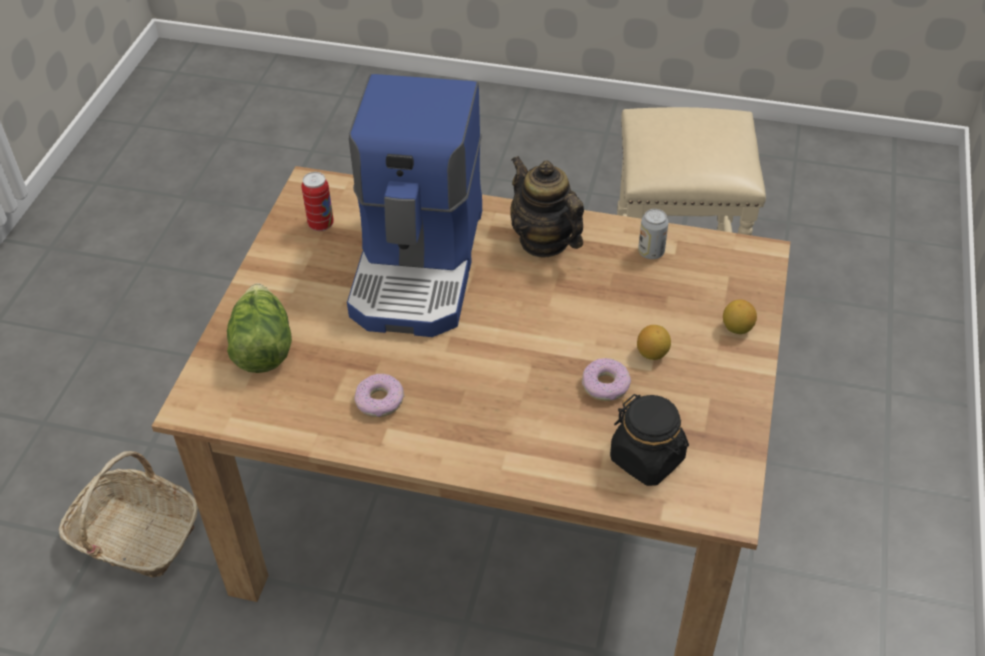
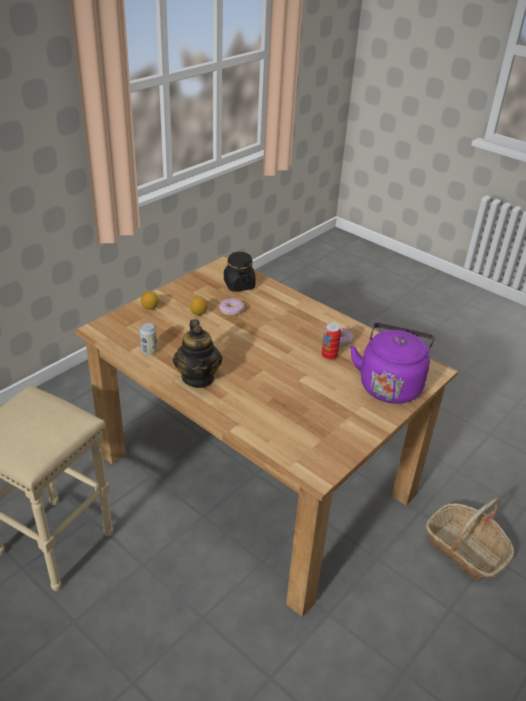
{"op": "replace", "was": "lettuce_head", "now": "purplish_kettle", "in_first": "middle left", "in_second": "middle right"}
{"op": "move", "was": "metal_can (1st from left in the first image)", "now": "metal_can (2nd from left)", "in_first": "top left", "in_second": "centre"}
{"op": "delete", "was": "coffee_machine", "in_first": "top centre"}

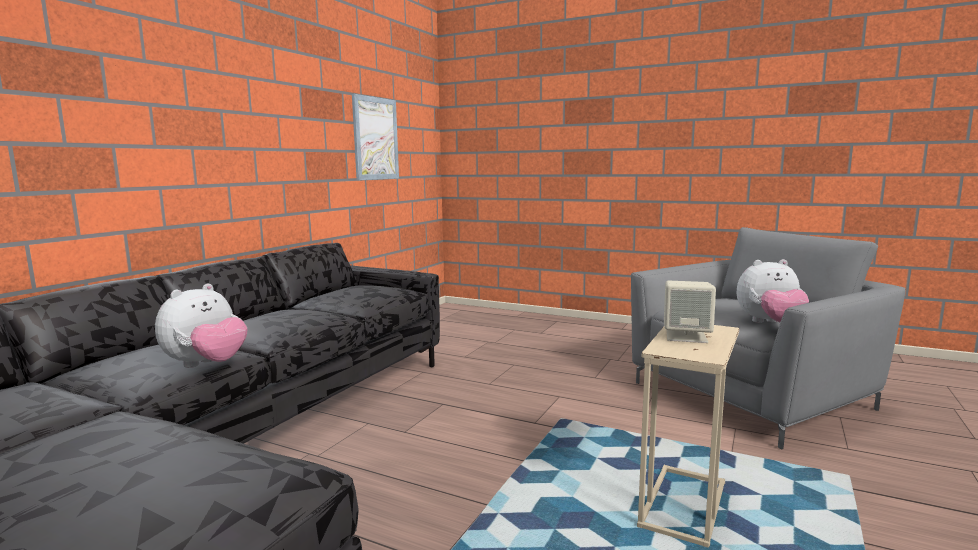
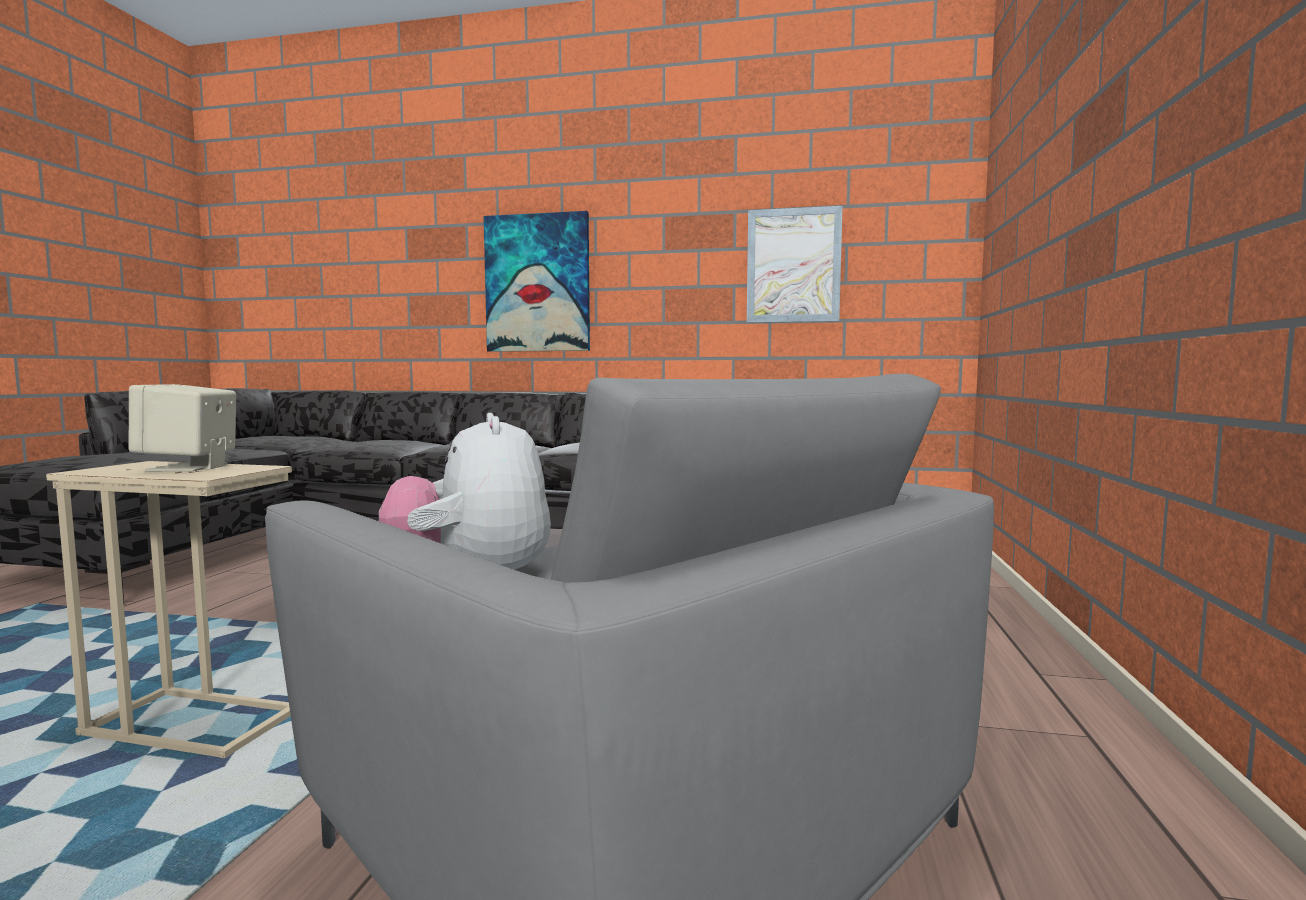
{"op": "delete", "was": "soft_toy (1st from left)", "in_first": "middle left"}
{"op": "insert", "now": "picture (1st from left)", "in_second": "top centre"}

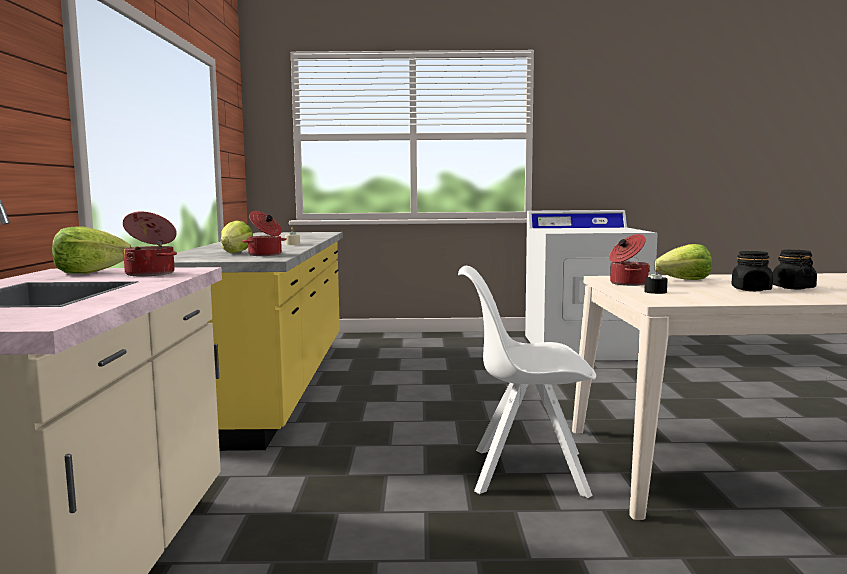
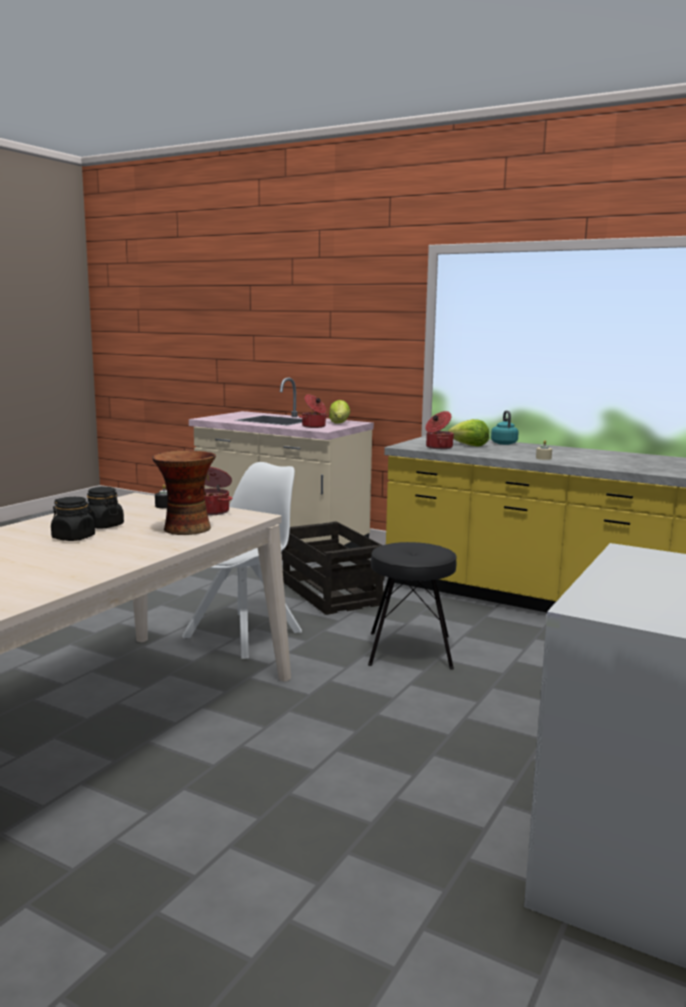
{"op": "replace", "was": "lettuce_head (3rd from left)", "now": "flower_vase", "in_first": "middle right", "in_second": "middle left"}
{"op": "insert", "now": "crate", "in_second": "centre"}
{"op": "insert", "now": "blackish_sitting_stool", "in_second": "centre"}
{"op": "insert", "now": "blue-green_kettle", "in_second": "middle right"}

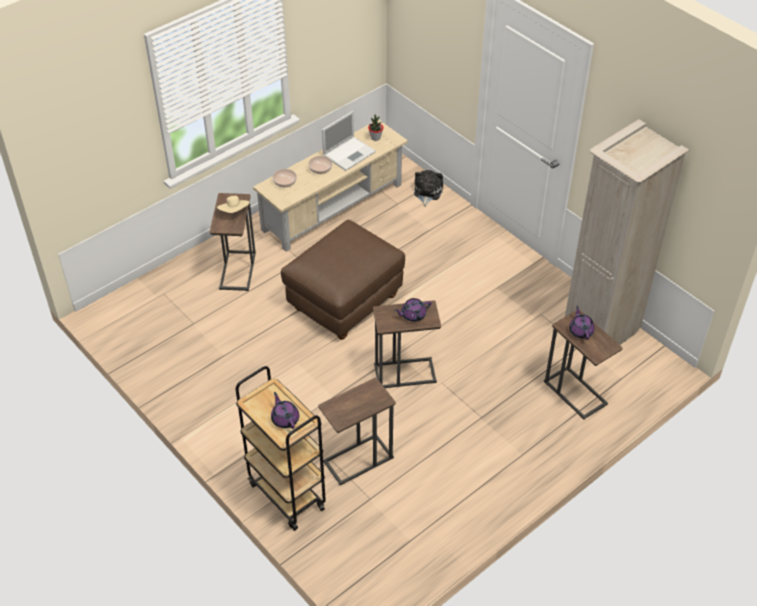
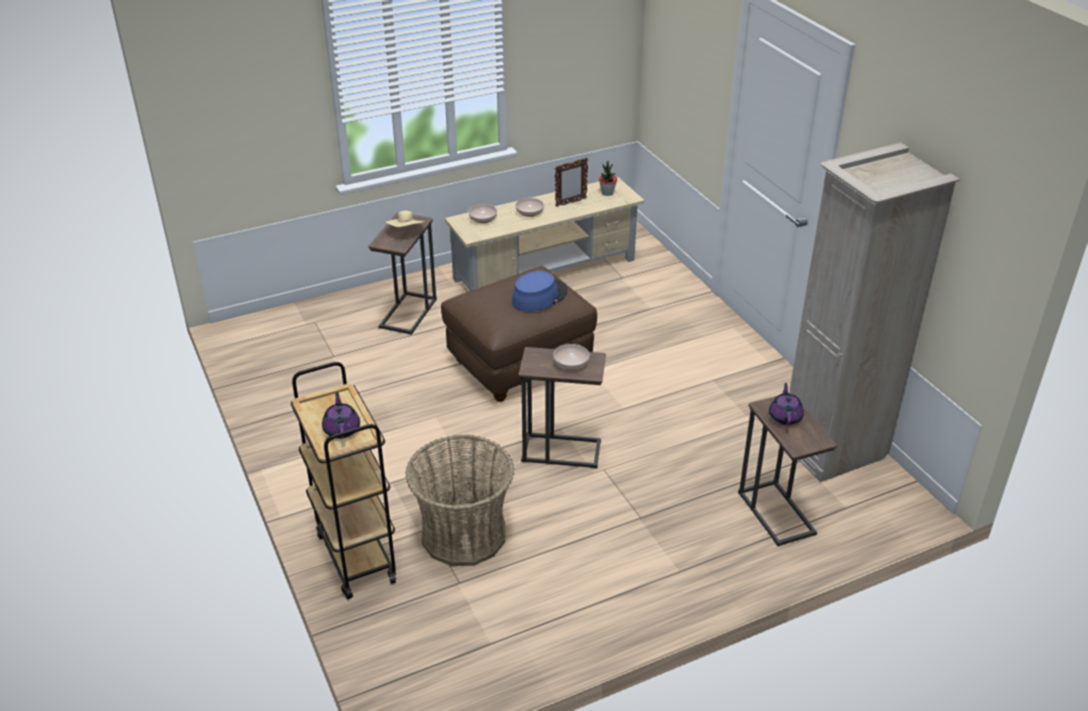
{"op": "replace", "was": "brown-coloured_side_table (2nd from left)", "now": "storage_basket", "in_first": "bottom centre", "in_second": "bottom centre"}
{"op": "replace", "was": "notebook_computer", "now": "photo_frame", "in_first": "top centre", "in_second": "top centre"}
{"op": "replace", "was": "purplish_teapot (2nd from left)", "now": "bowl (3rd from left)", "in_first": "centre", "in_second": "centre"}
{"op": "delete", "was": "soft_toy", "in_first": "top centre"}
{"op": "insert", "now": "blue-coloured_wearable_hat", "in_second": "centre"}

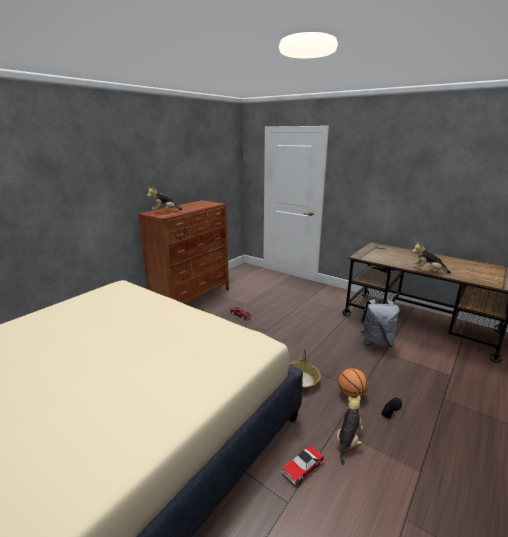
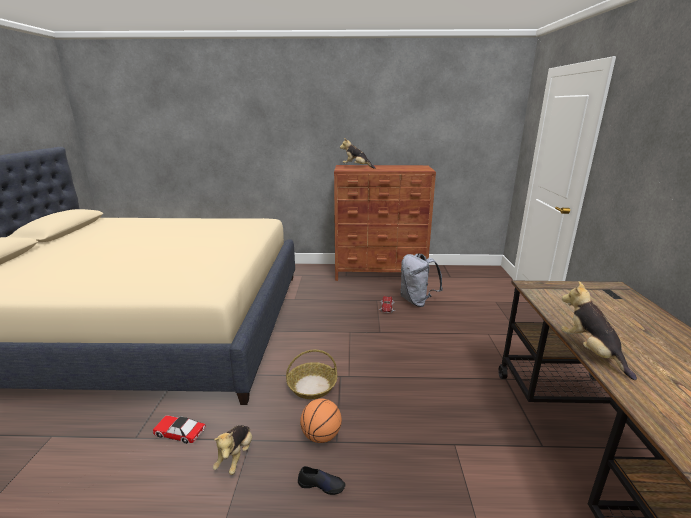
{"op": "rotate", "was": "soft_toy (2nd from left in the first image)", "in_first": "bottom right", "in_second": "bottom centre", "clockwise": 105}
{"op": "move", "was": "greyish_backpack", "in_first": "middle right", "in_second": "centre"}

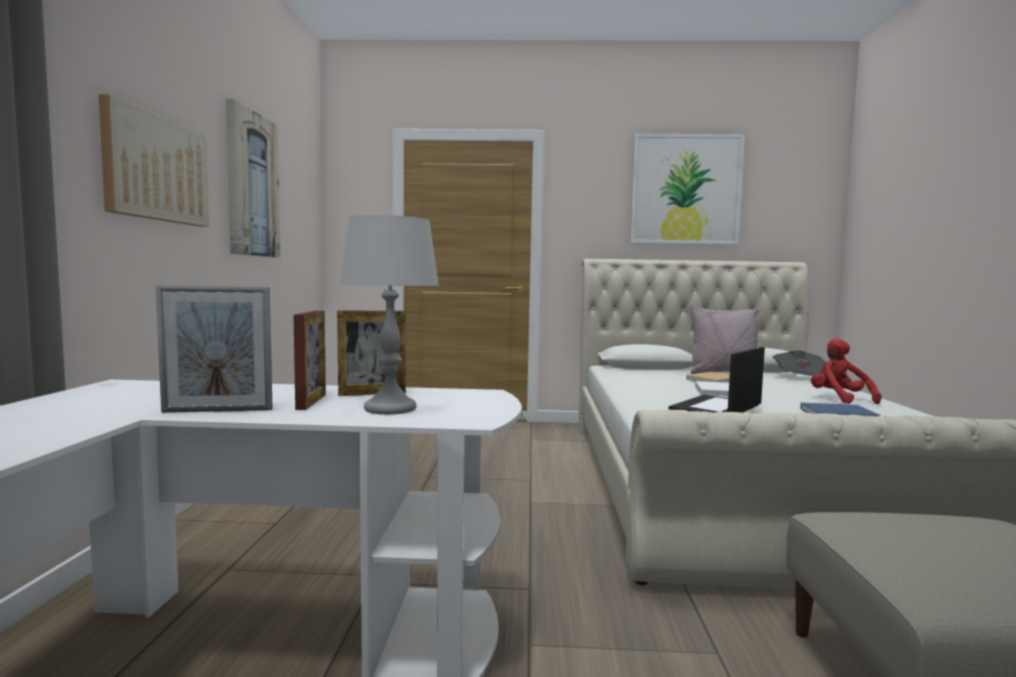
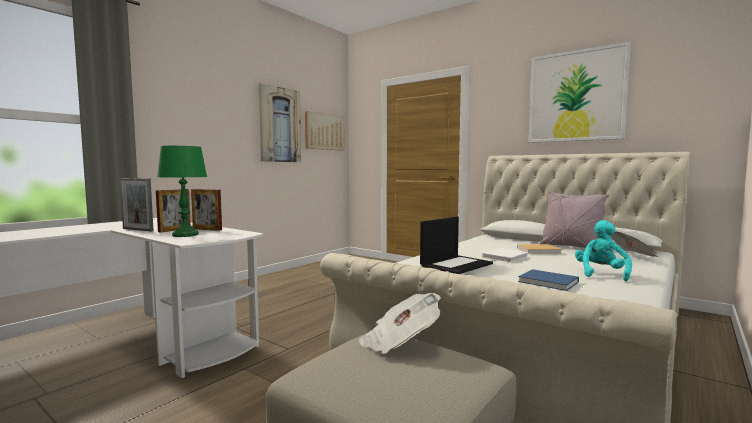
{"op": "move", "was": "picture (1st from left in the first image)", "now": "picture (2nd from left)", "in_first": "top left", "in_second": "top centre"}
{"op": "recolor", "was": "greyish_table_lamp", "now": "green-coloured_table_lamp", "in_first": "centre", "in_second": "middle left"}
{"op": "rotate", "was": "notebook_computer", "in_first": "middle right", "in_second": "centre", "clockwise": 150}
{"op": "recolor", "was": "red-coloured_soft_toy", "now": "blue-green_soft_toy", "in_first": "middle right", "in_second": "middle right"}
{"op": "insert", "now": "newspaper (1st from left)", "in_second": "bottom centre"}

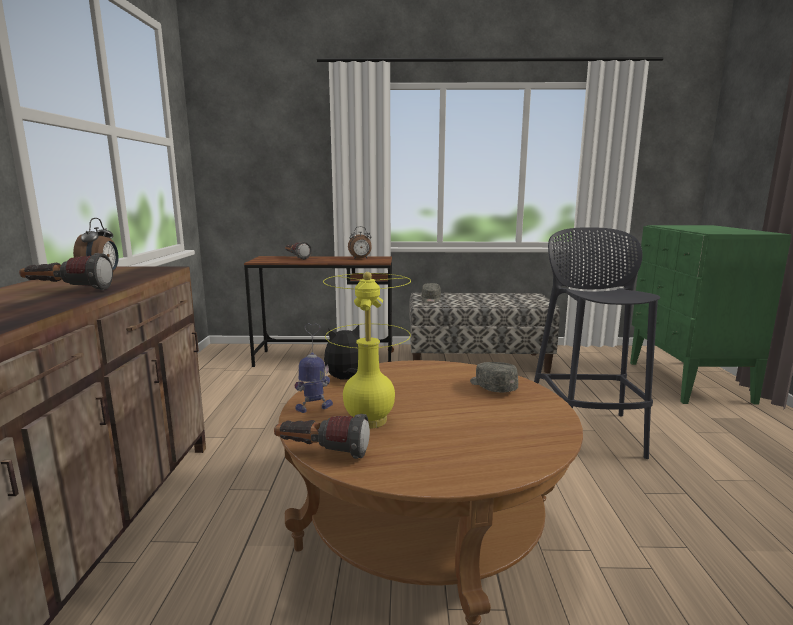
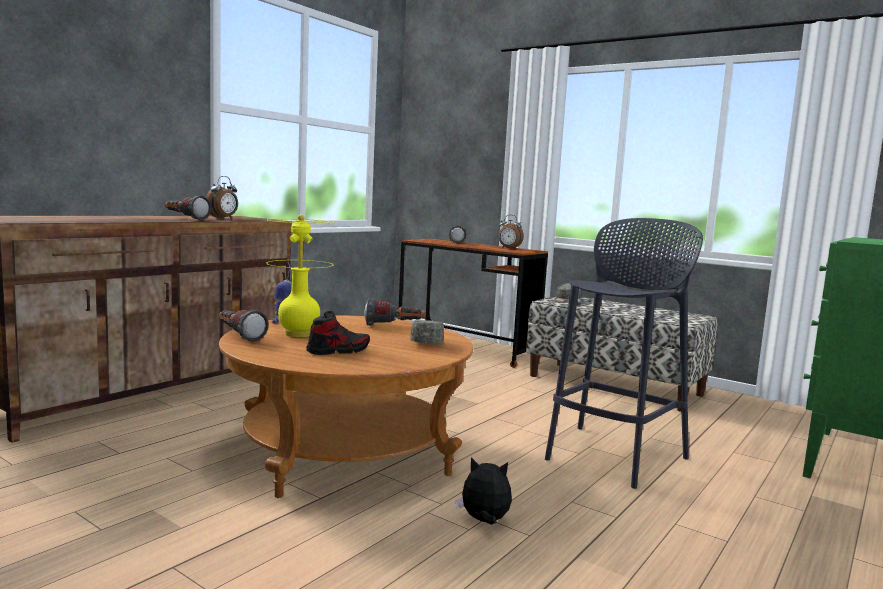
{"op": "move", "was": "soft_toy", "in_first": "centre", "in_second": "bottom centre"}
{"op": "insert", "now": "shoe", "in_second": "centre"}
{"op": "insert", "now": "flashlight (3rd from left)", "in_second": "centre"}

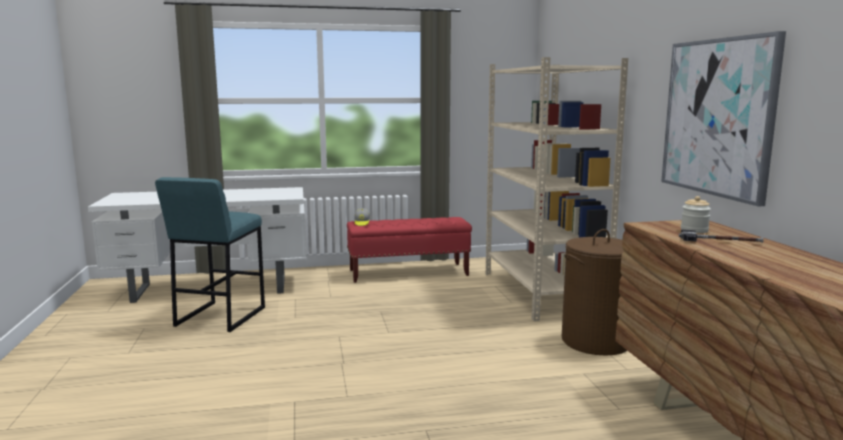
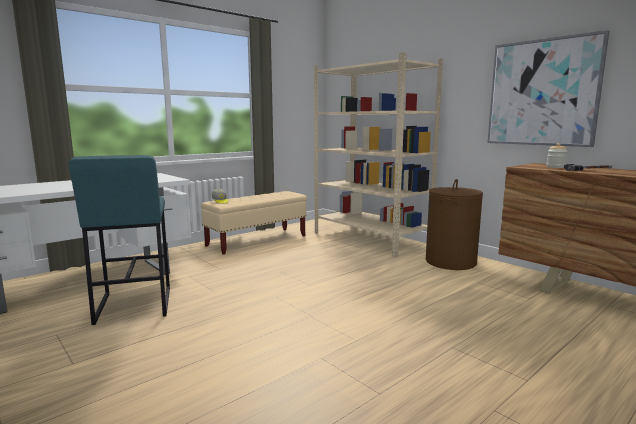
{"op": "recolor", "was": "red-coloured_long_seat", "now": "beige-coloured_long_seat", "in_first": "centre", "in_second": "centre"}

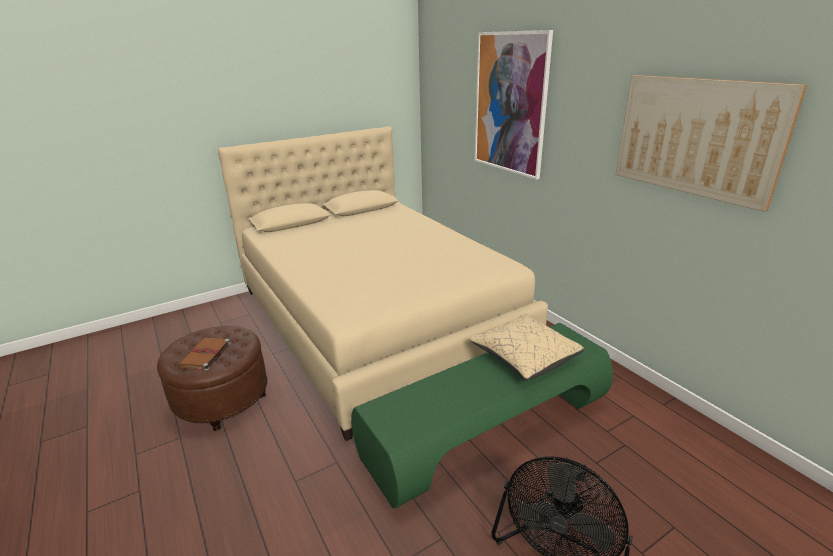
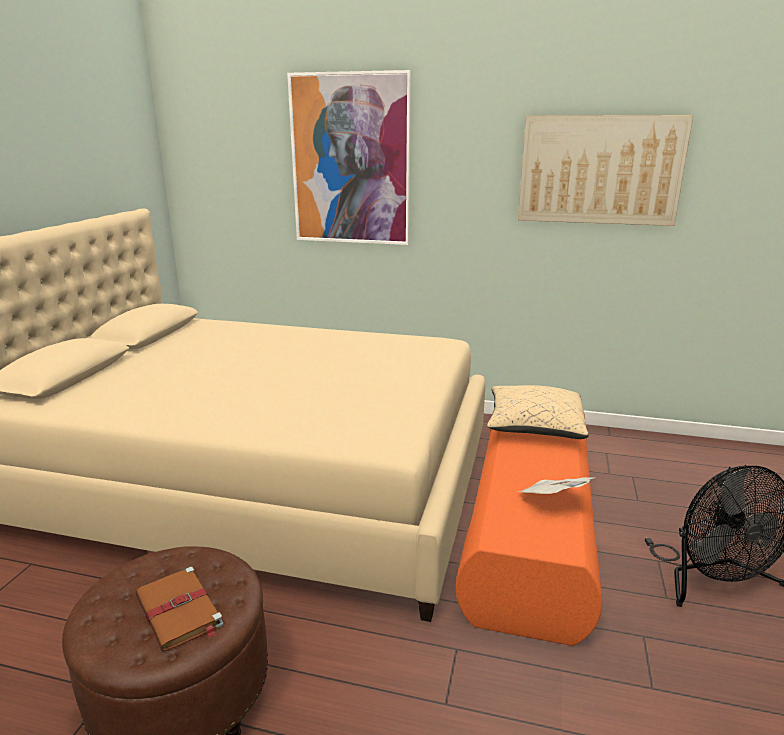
{"op": "recolor", "was": "green-coloured_long_seat", "now": "orange-coloured_long_seat", "in_first": "bottom centre", "in_second": "bottom right"}
{"op": "insert", "now": "newspaper", "in_second": "middle right"}

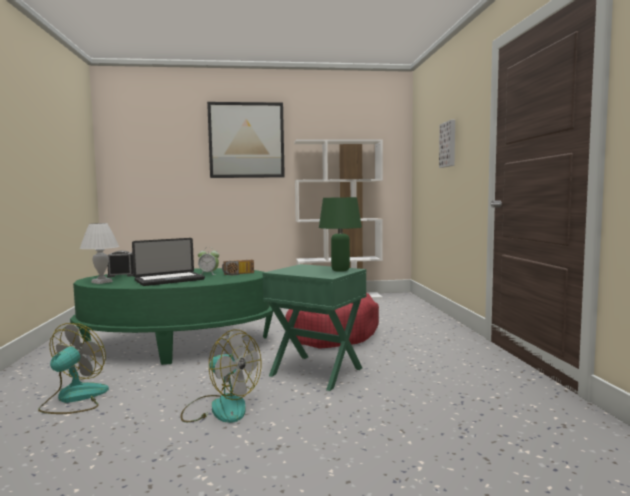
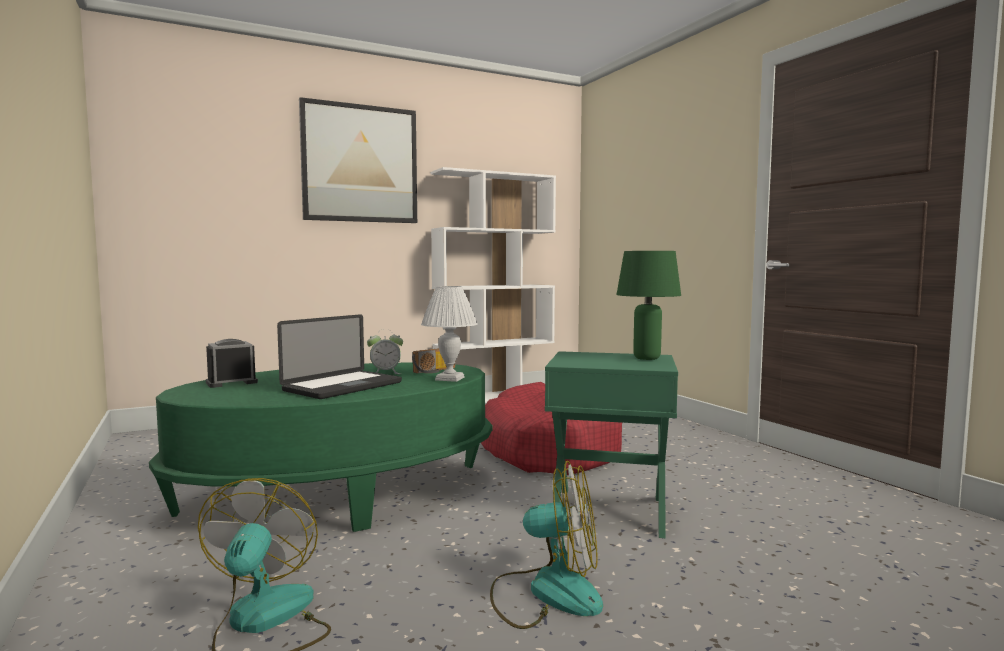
{"op": "move", "was": "white-coloured_table_lamp", "in_first": "middle left", "in_second": "centre"}
{"op": "delete", "was": "picture (2nd from left)", "in_first": "top right"}

